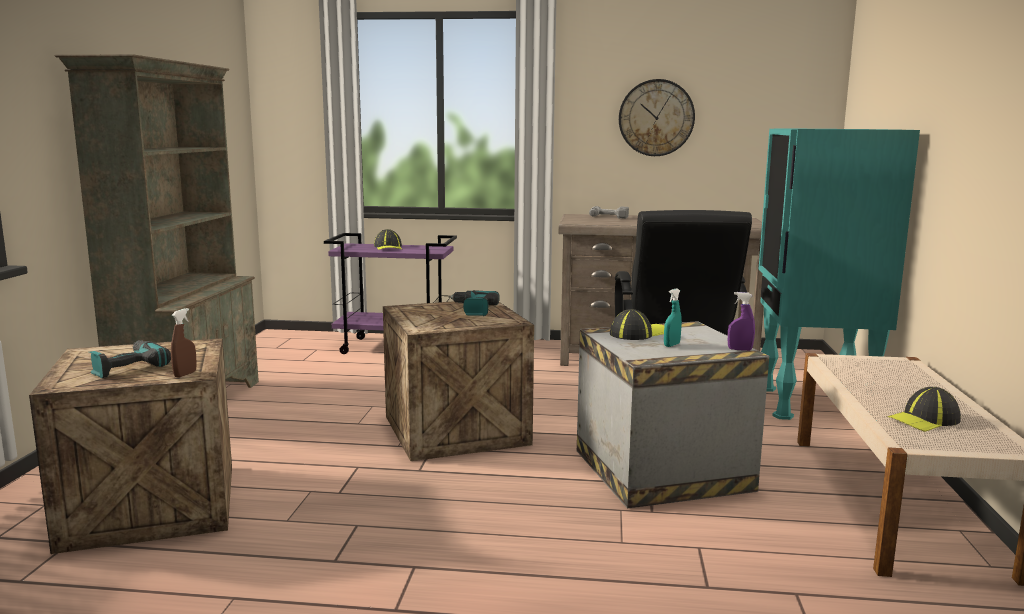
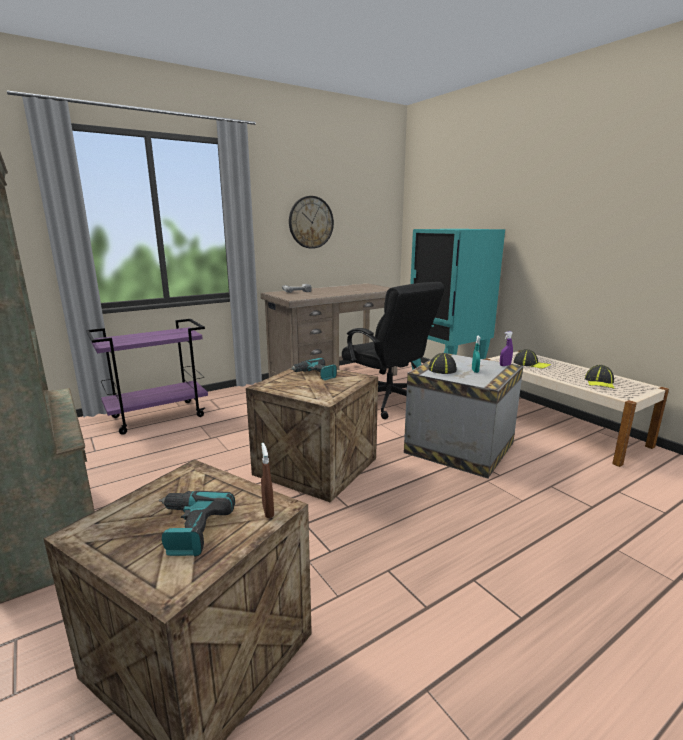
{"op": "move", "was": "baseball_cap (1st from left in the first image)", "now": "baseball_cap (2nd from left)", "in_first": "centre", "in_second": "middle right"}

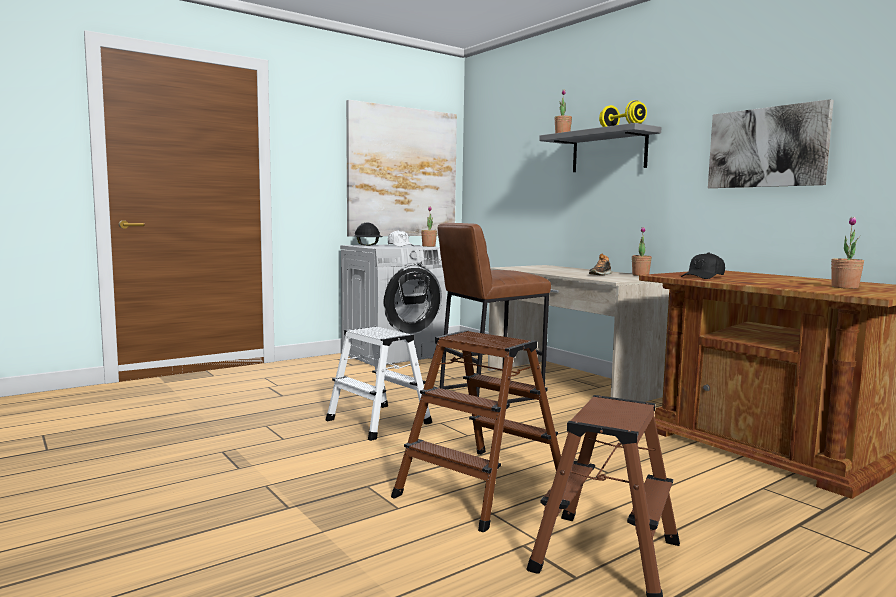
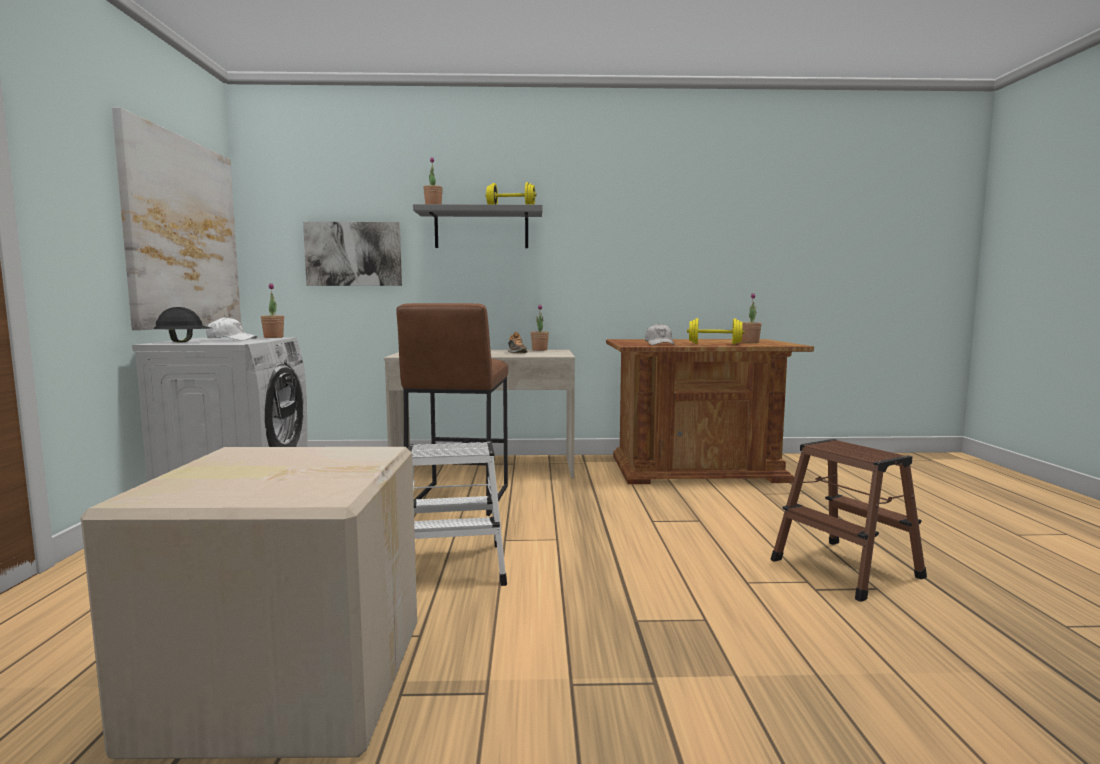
{"op": "delete", "was": "brown-coloured_stepladder (1st from left)", "in_first": "bottom centre"}
{"op": "recolor", "was": "blackish_baseball_cap", "now": "white-coloured_baseball_cap (2nd from left)", "in_first": "middle right", "in_second": "centre"}
{"op": "move", "was": "picture (2nd from left)", "in_first": "top right", "in_second": "top left"}
{"op": "insert", "now": "carton", "in_second": "bottom left"}
{"op": "insert", "now": "yellow-coloured_hand_weight (2nd from left)", "in_second": "centre"}

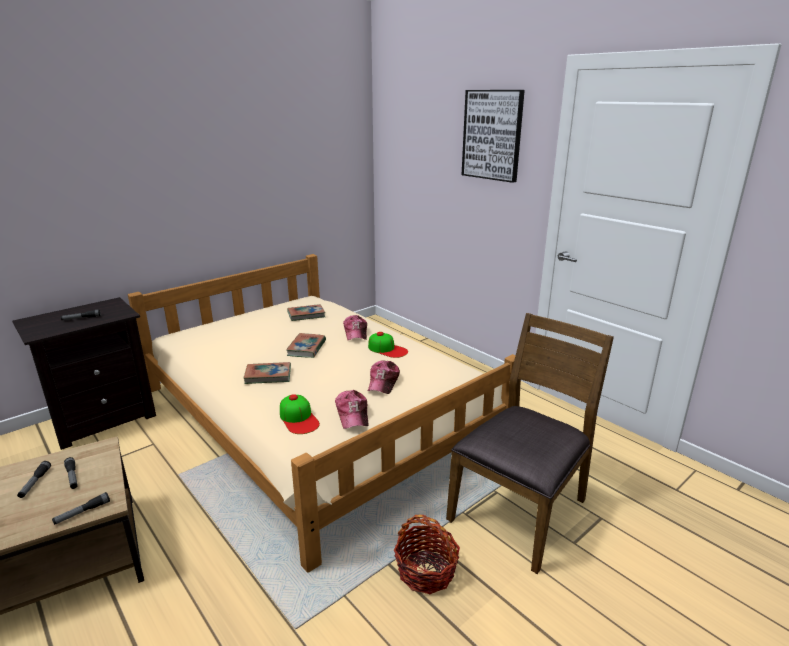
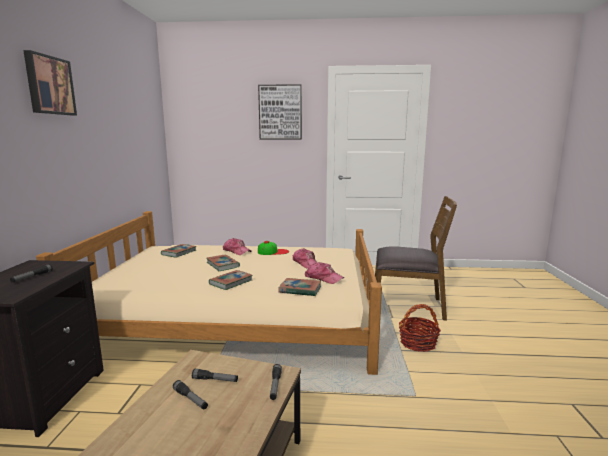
{"op": "replace", "was": "baseball_cap (1st from left)", "now": "book (4th from left)", "in_first": "centre", "in_second": "centre"}
{"op": "rotate", "was": "brown-coloured_upright_chair", "in_first": "bottom right", "in_second": "middle right", "clockwise": 105}
{"op": "insert", "now": "picture (1st from left)", "in_second": "top left"}

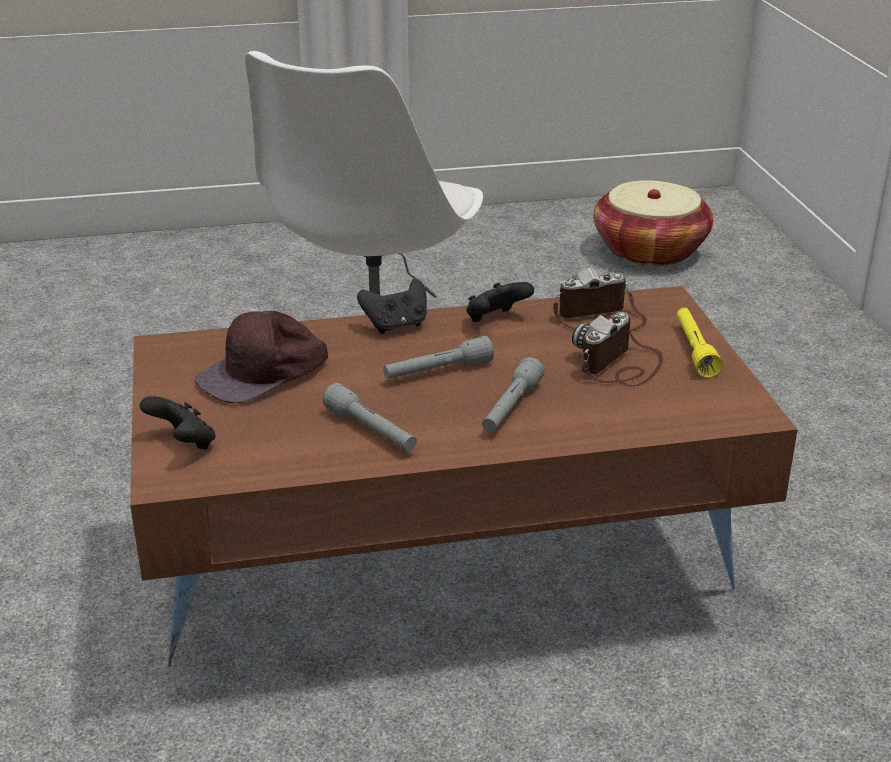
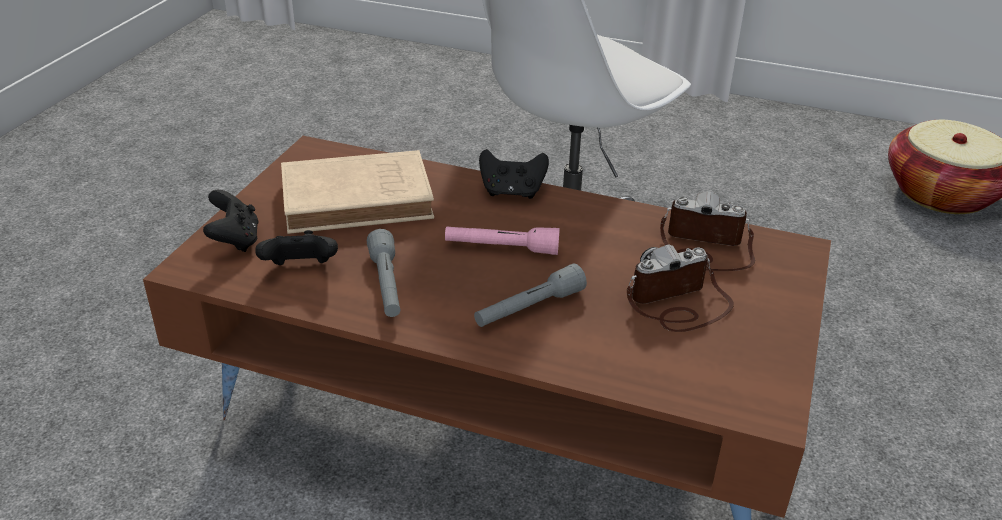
{"op": "replace", "was": "brown-coloured_baseball_cap", "now": "beige-coloured_book", "in_first": "middle left", "in_second": "centre"}
{"op": "recolor", "was": "greyish_flashlight (2nd from left)", "now": "pinkish_flashlight", "in_first": "centre", "in_second": "centre"}
{"op": "move", "was": "blackish_gamepad (3rd from left in the first image)", "now": "blackish_gamepad (2nd from left)", "in_first": "centre", "in_second": "middle left"}
{"op": "delete", "was": "yellow-coloured_flashlight", "in_first": "middle right"}

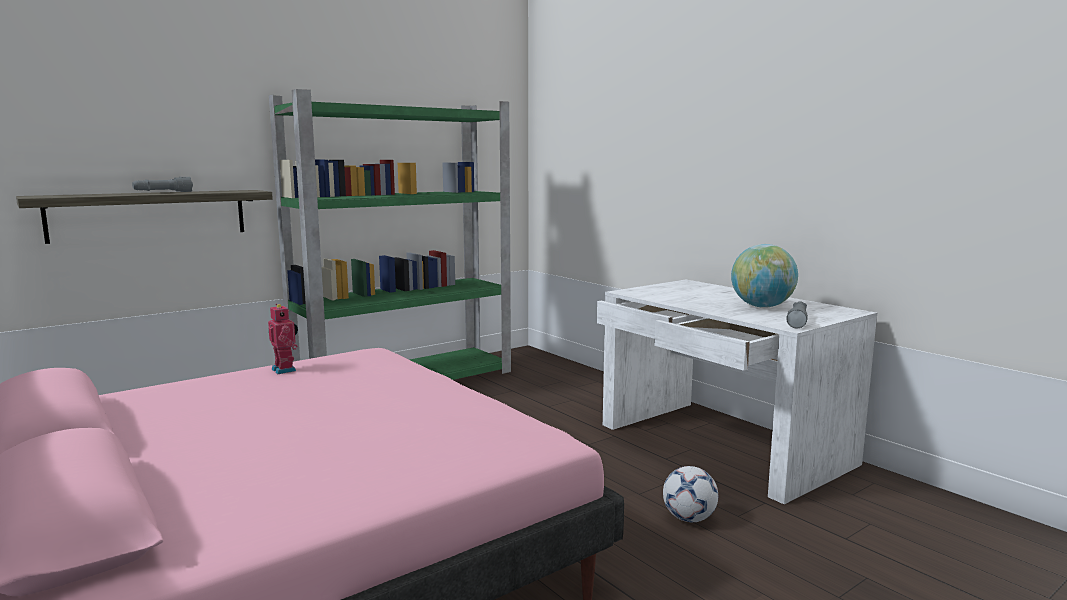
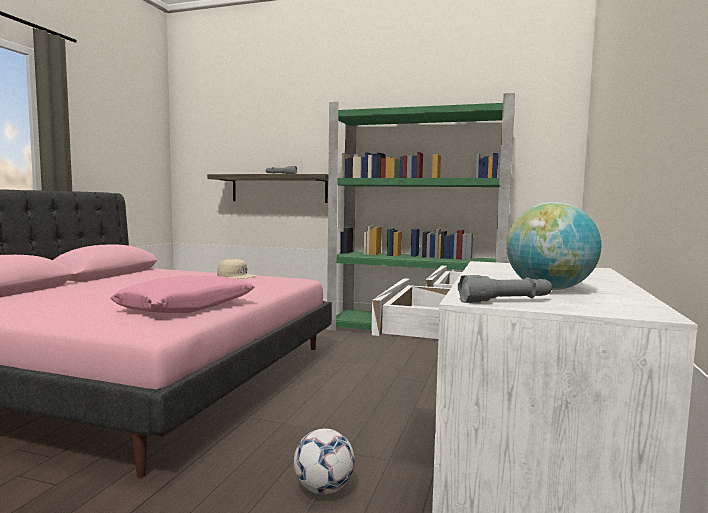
{"op": "replace", "was": "model_robot", "now": "beige-coloured_baseball_cap", "in_first": "middle left", "in_second": "centre"}
{"op": "insert", "now": "pinkish_pillow", "in_second": "middle left"}

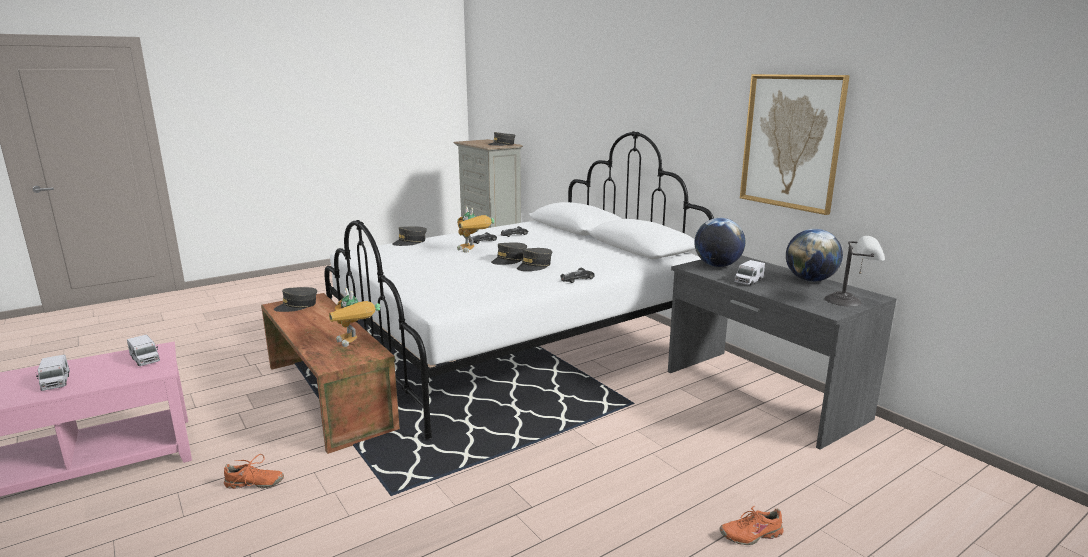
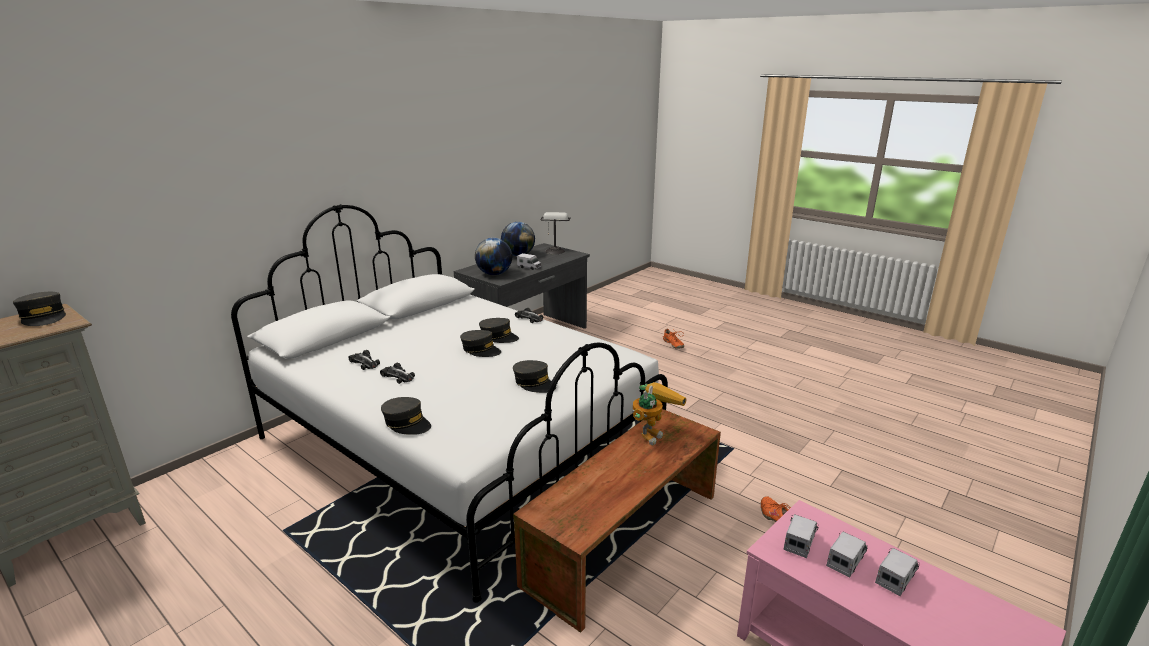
{"op": "move", "was": "greyish_baseball_cap (1st from left in the first image)", "now": "greyish_baseball_cap (5th from left)", "in_first": "middle left", "in_second": "centre"}
{"op": "delete", "was": "model_robot (2nd from left)", "in_first": "centre"}
{"op": "delete", "was": "picture", "in_first": "top right"}
{"op": "insert", "now": "model_truck (3rd from left)", "in_second": "bottom right"}

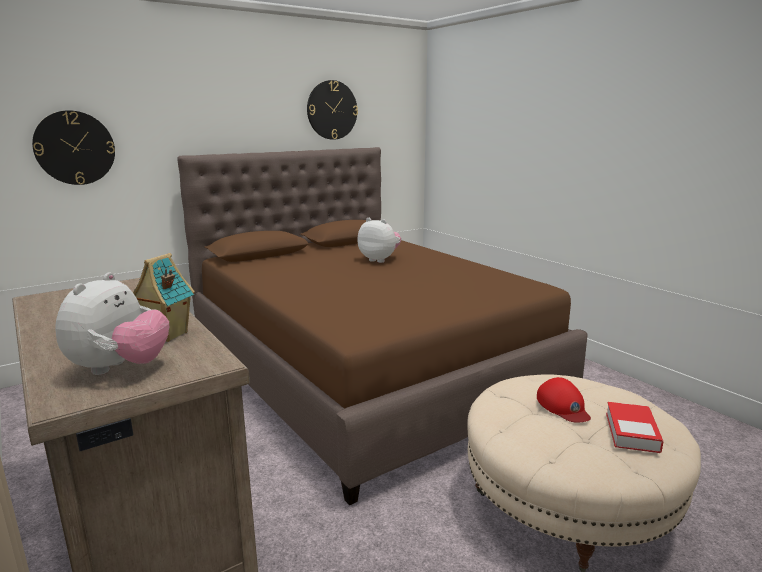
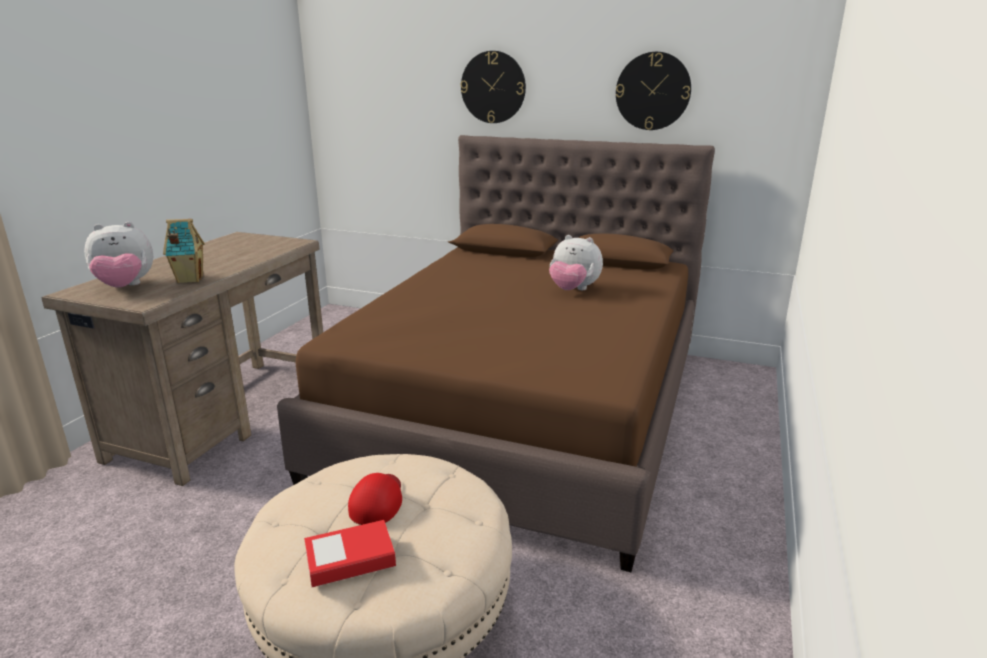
{"op": "move", "was": "wall_clock (1st from left)", "in_first": "top left", "in_second": "top centre"}
{"op": "rotate", "was": "soft_toy (2nd from left)", "in_first": "centre", "in_second": "centre", "clockwise": 120}
{"op": "rotate", "was": "red-coloured_baseball_cap", "in_first": "bottom right", "in_second": "bottom centre", "clockwise": 150}

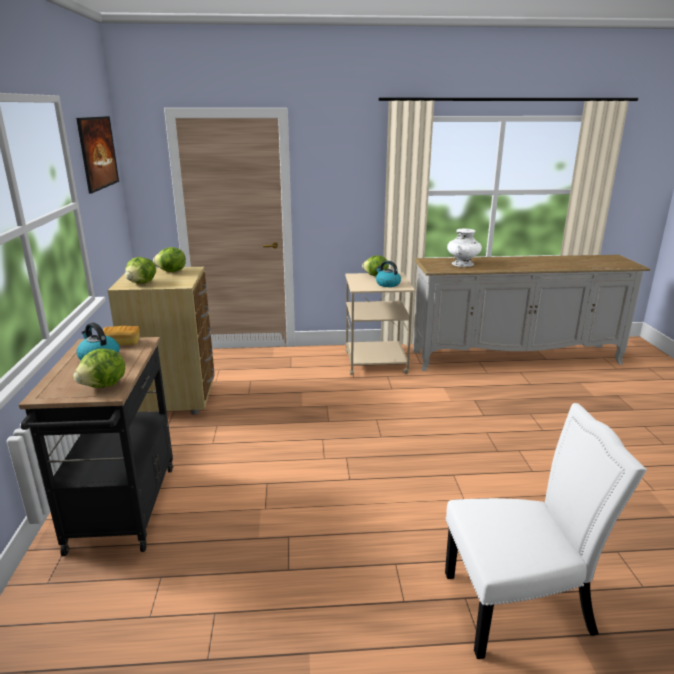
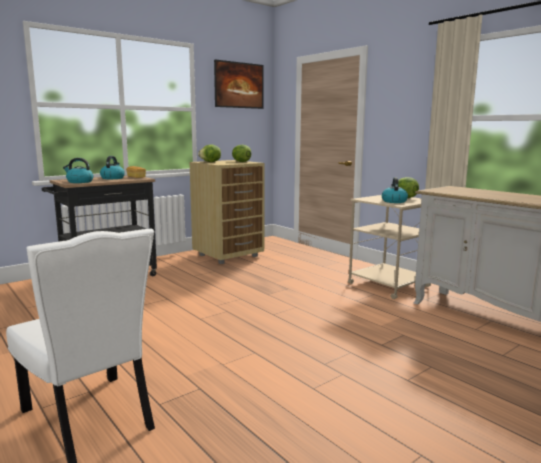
{"op": "replace", "was": "lettuce_head (1st from left)", "now": "kettle (1st from left)", "in_first": "middle left", "in_second": "middle left"}
{"op": "delete", "was": "white-coloured_flower_vase", "in_first": "middle right"}

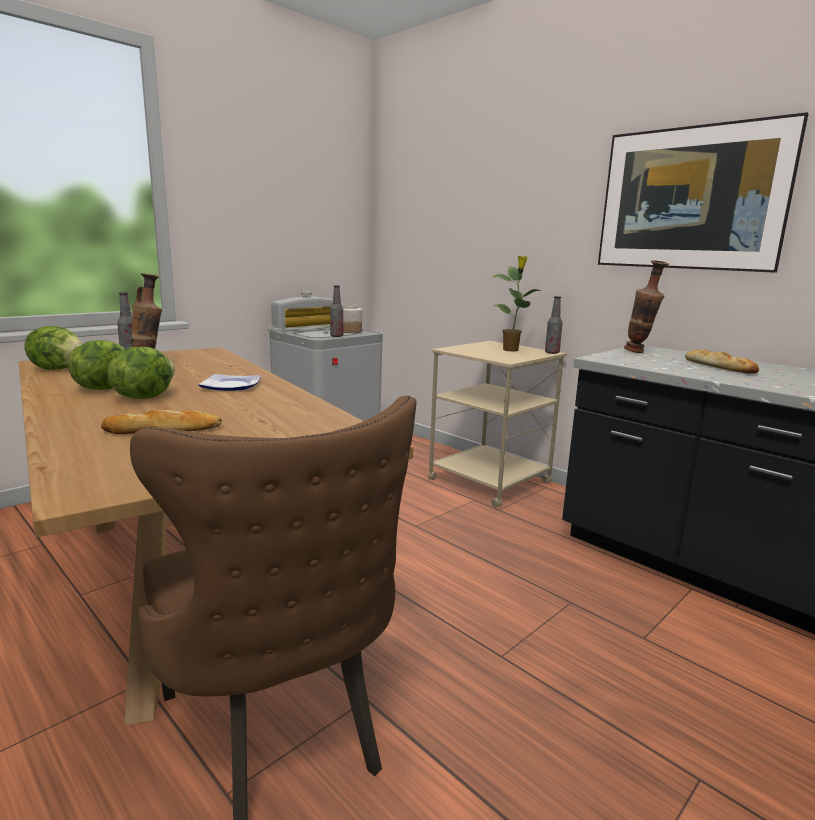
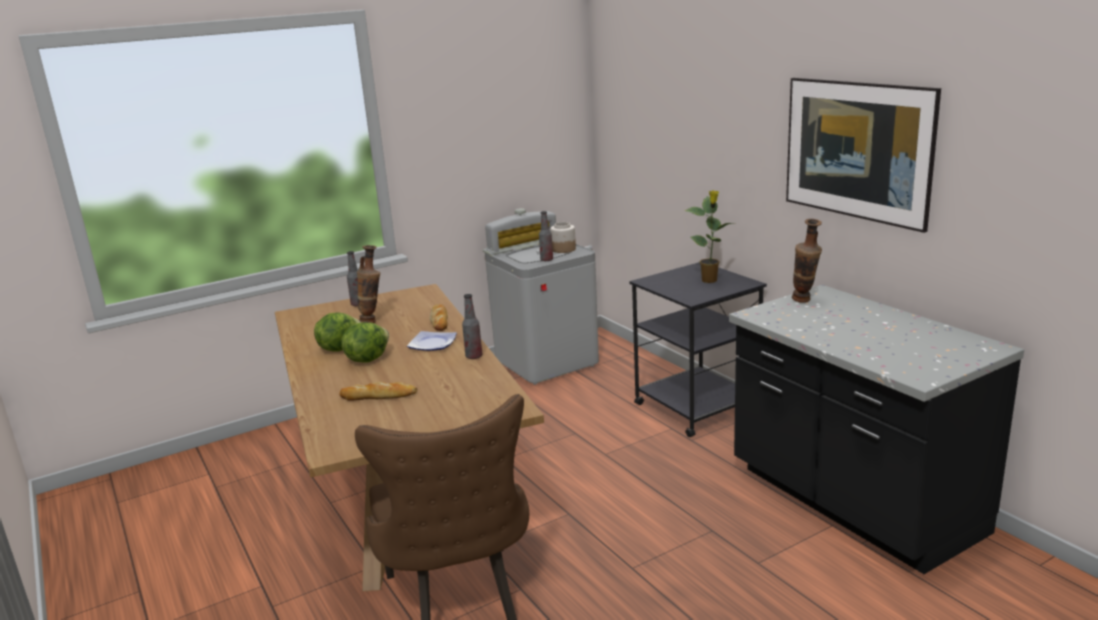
{"op": "delete", "was": "lettuce_head (1st from left)", "in_first": "middle left"}
{"op": "recolor", "was": "beige-coloured_wheeled_cart", "now": "blackish_wheeled_cart", "in_first": "centre", "in_second": "centre"}
{"op": "move", "was": "beverage_bottle (3rd from left in the first image)", "now": "beverage_bottle (2nd from left)", "in_first": "middle right", "in_second": "centre"}
{"op": "move", "was": "bread (2nd from left)", "in_first": "middle right", "in_second": "centre"}

